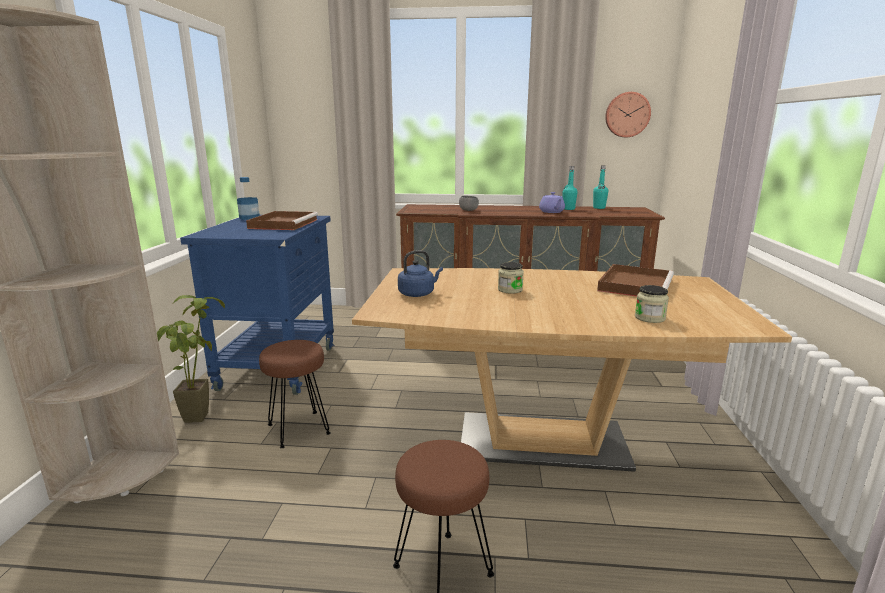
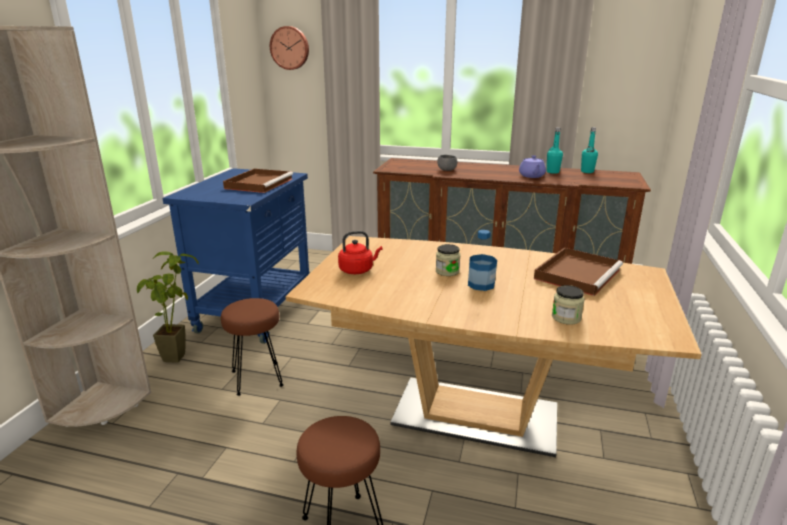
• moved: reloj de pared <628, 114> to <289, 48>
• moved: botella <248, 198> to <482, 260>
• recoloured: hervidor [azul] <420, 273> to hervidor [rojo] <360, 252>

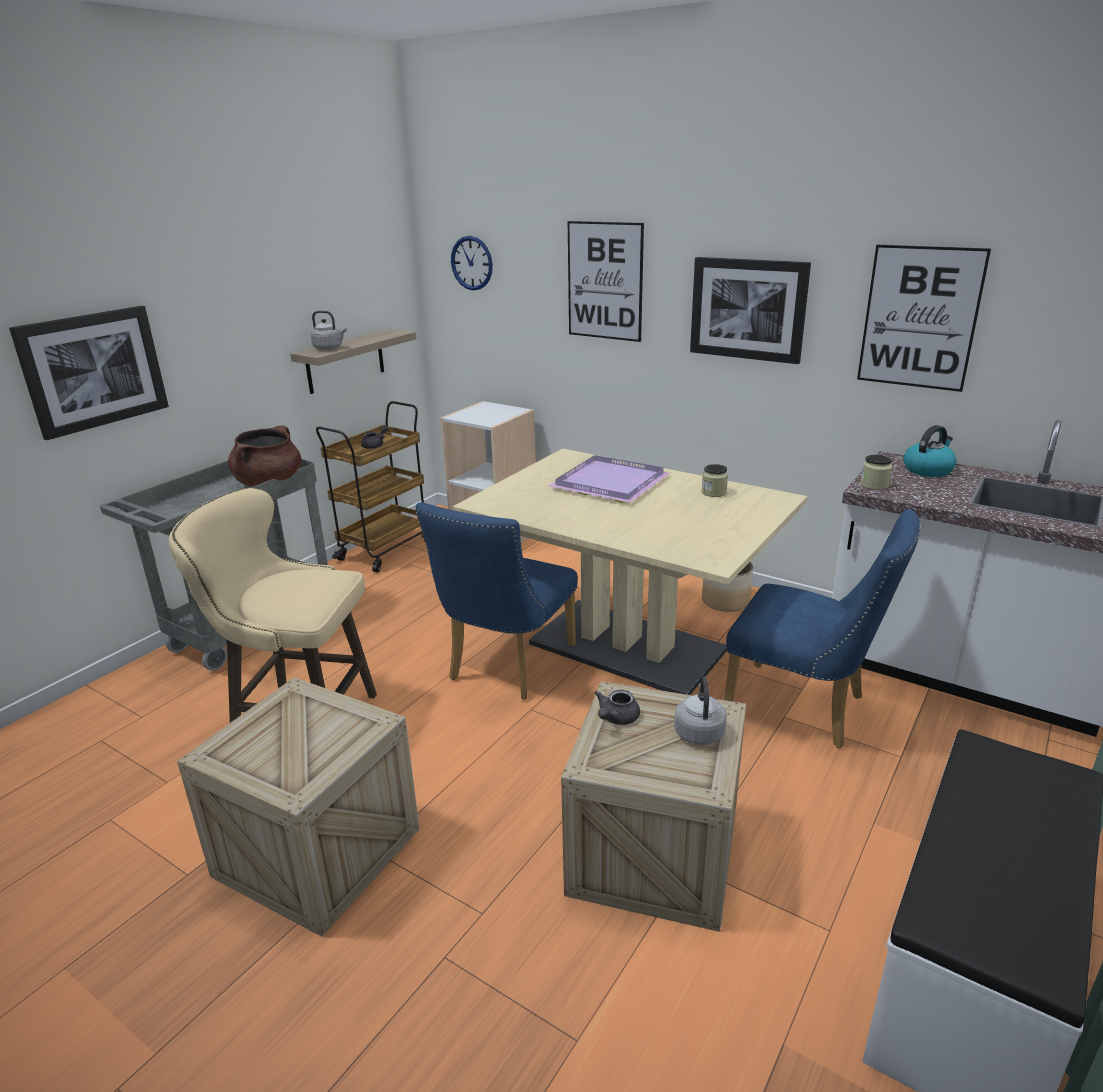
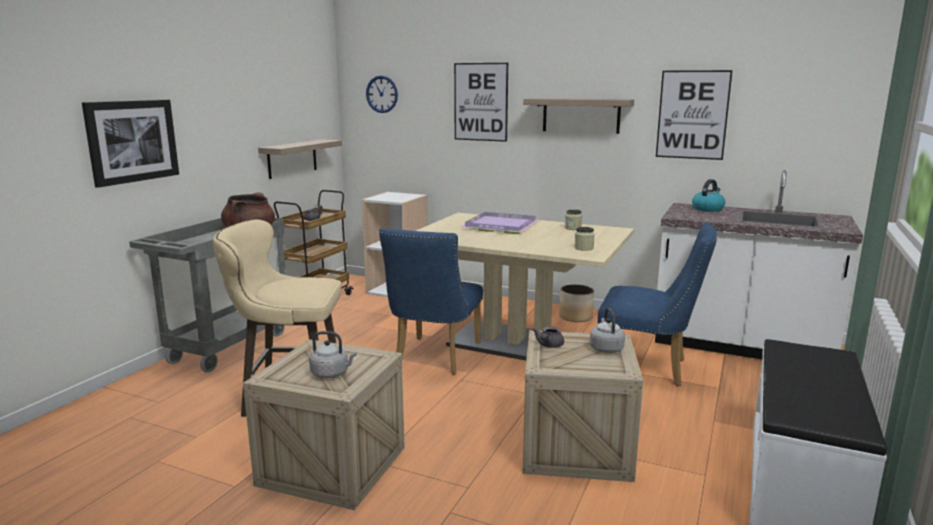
• replaced: cuadro <750, 310> to estante <578, 116>
• moved: hervidor [gris] <328, 330> to <333, 354>
• moved: tarro <876, 472> to <584, 239>

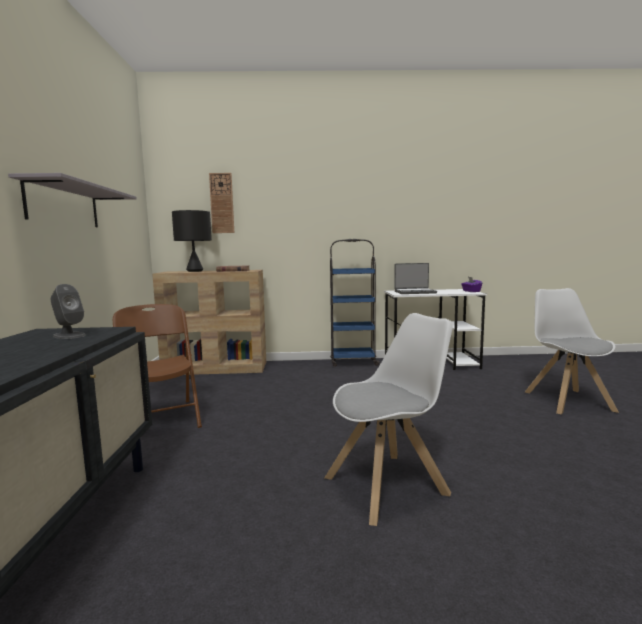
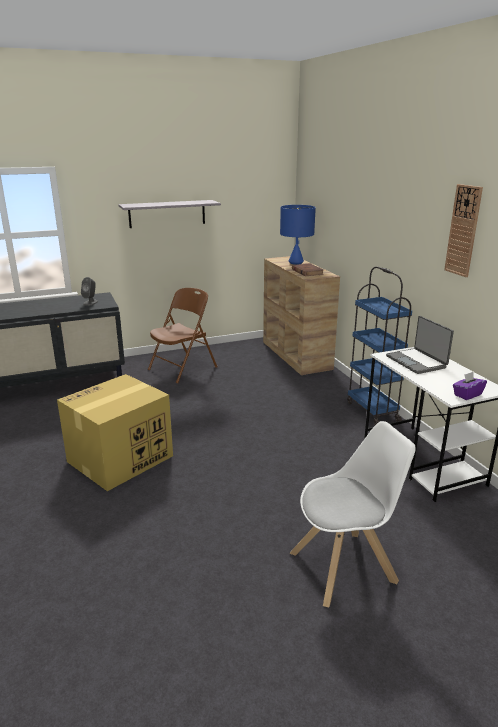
• moved: reloj de pared <221, 203> to <463, 230>
• recoloured: lámpara de mesa [negro] <192, 241> to lámpara de mesa [azul] <298, 235>
• replaced: silla <388, 419> to caja de cartón <115, 432>

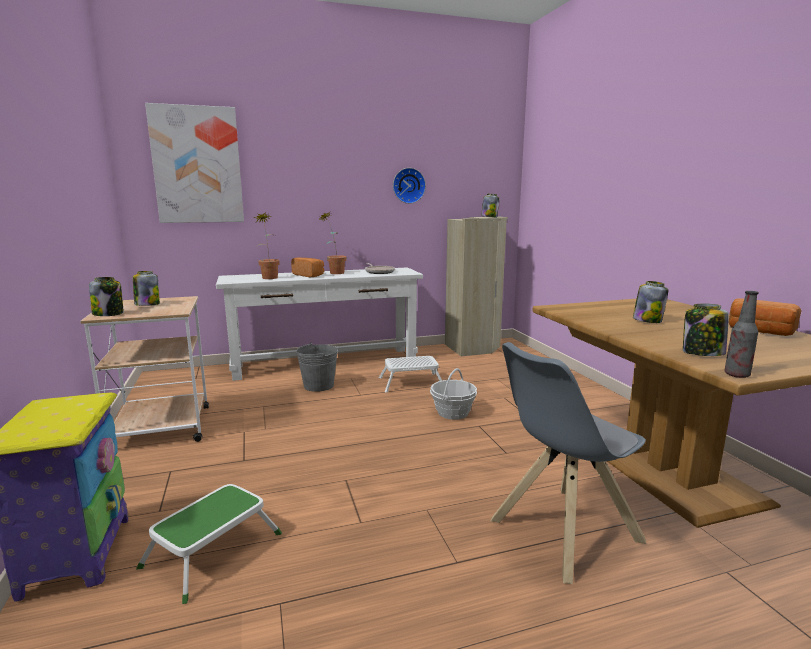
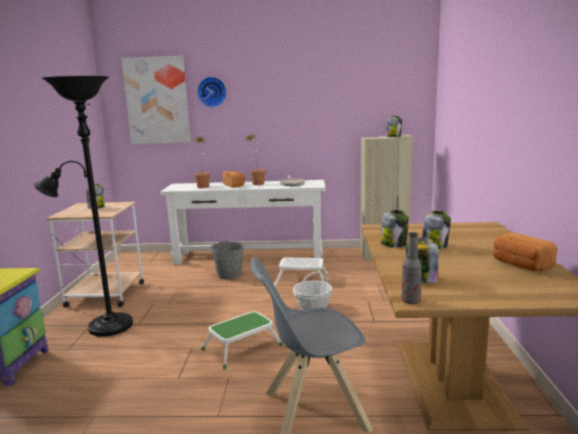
• moved: reloj de pared <409, 186> to <212, 92>
• moved: tarro <106, 296> to <394, 228>
• moved: escalera de tijera [verde] <209, 544> to <242, 340>
• added: lámpara de pie [negro] <83, 206>

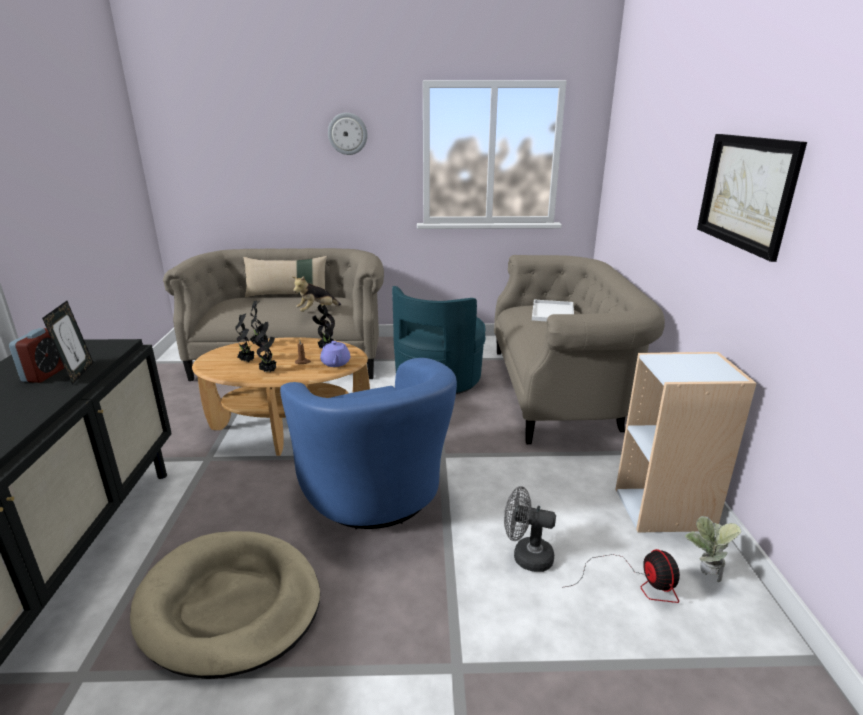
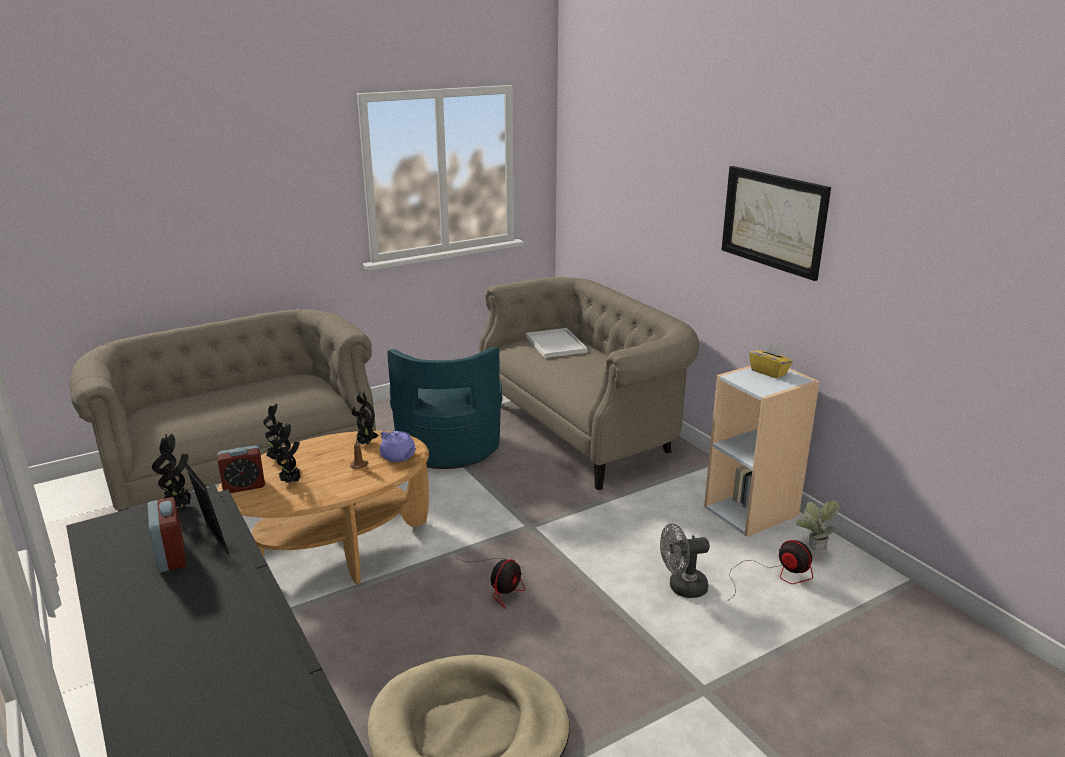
• removed: reloj de pared <347, 134>
• removed: cojín [beis] <285, 277>
• removed: peluche <316, 294>
• moved: planta en maceta <265, 347> to <172, 471>
• replaced: sillón [azul] <368, 443> to ventilador <491, 583>
• added: caja de pañuelos [amarillo] <771, 360>
• added: despertador <241, 469>

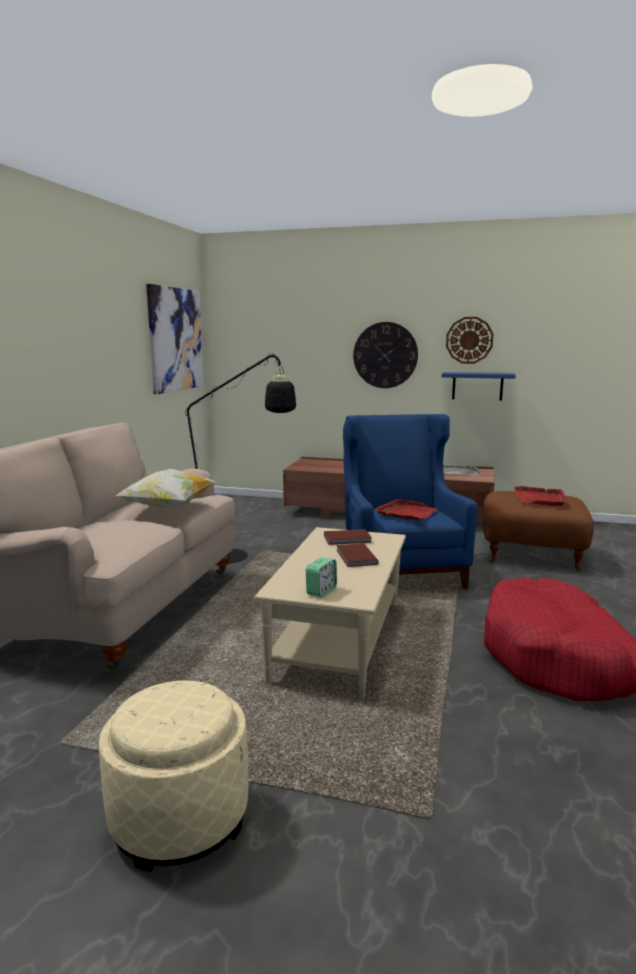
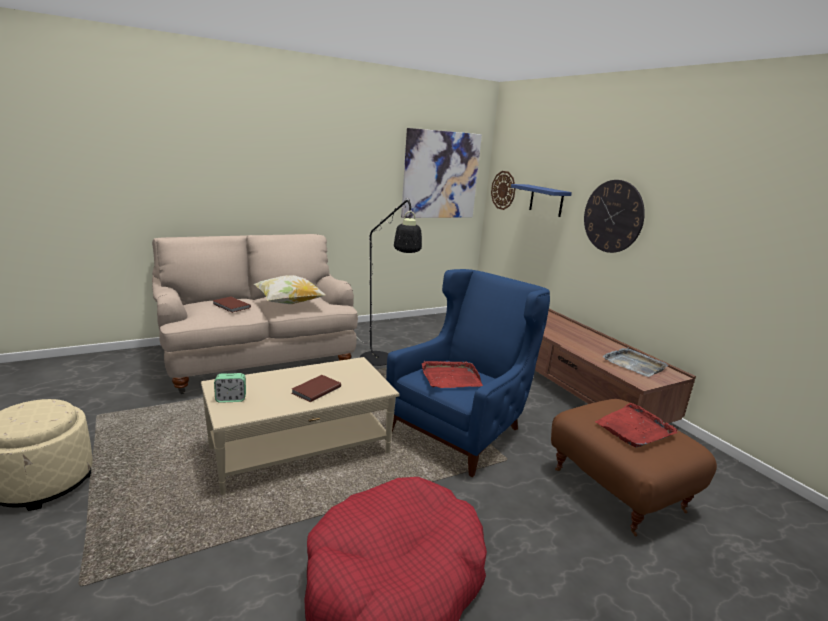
• moved: reloj de pared <469, 340> to <503, 190>
• moved: estante [azul] <479, 386> to <541, 200>
• moved: libro [marrón] <348, 537> to <232, 305>

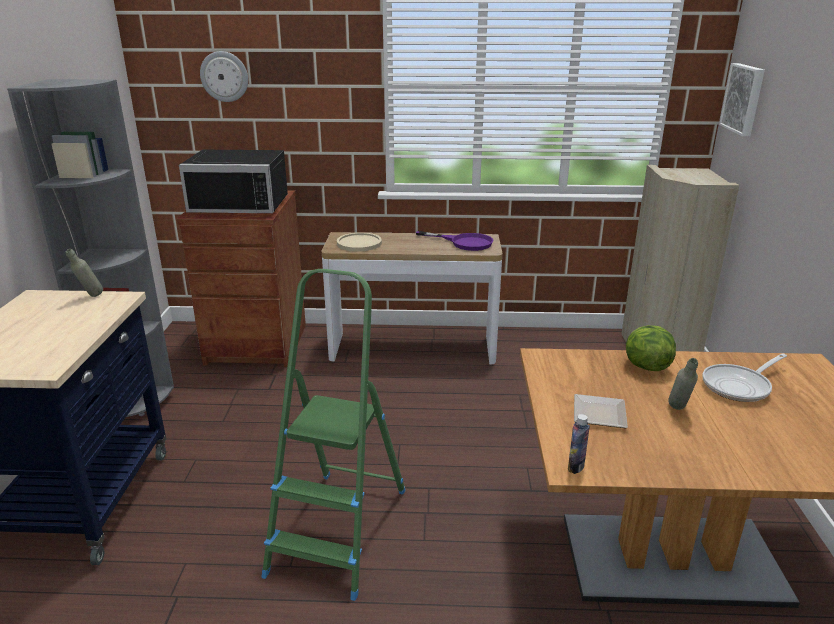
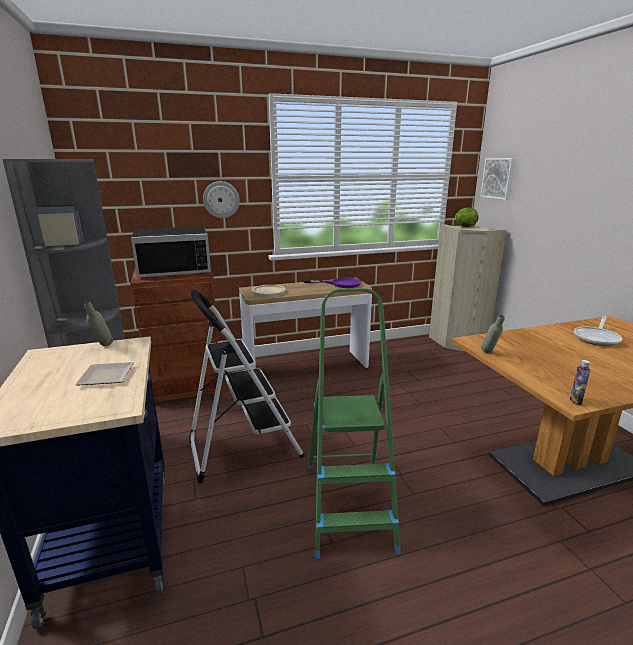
• moved: reloj de pared <224, 76> to <221, 199>
• moved: lechuga <651, 348> to <467, 217>
• moved: botella [gris] <683, 384> to <493, 334>
• moved: plato <601, 411> to <104, 374>
• added: escalera de tijera <247, 387>

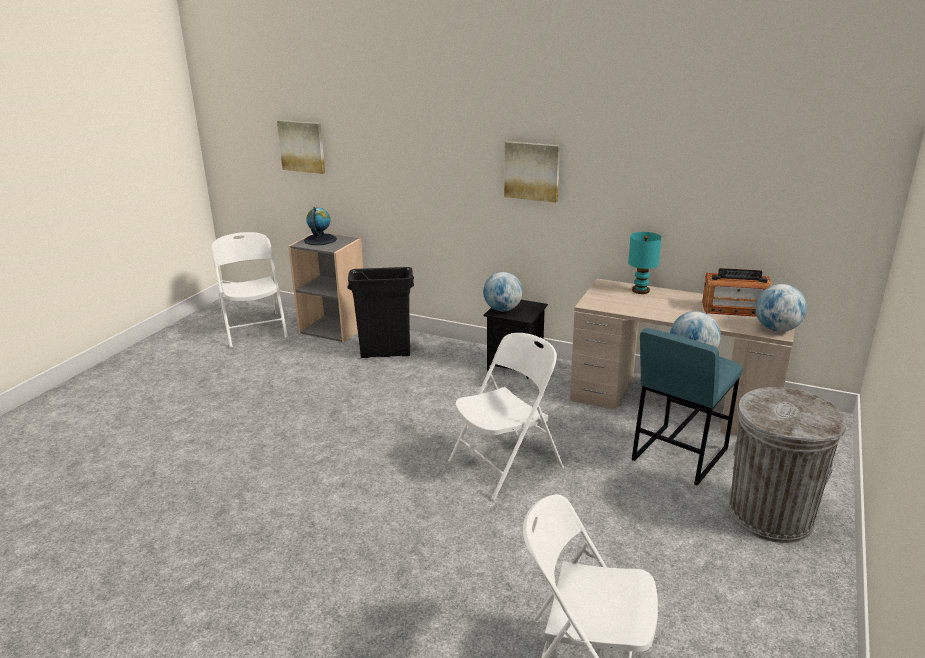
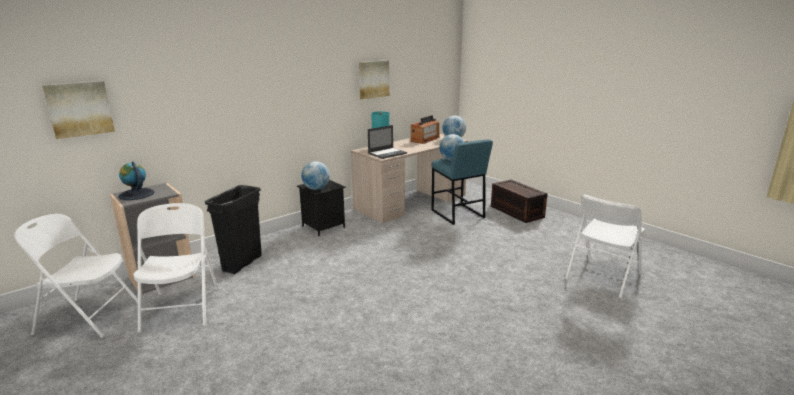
• moved: cuadro <532, 171> to <374, 79>
• moved: silla [blanco] <506, 417> to <176, 268>
• replaced: papelera [gris] <787, 465> to caja de almacenaje [marrón] <519, 201>
• added: portátil <387, 142>

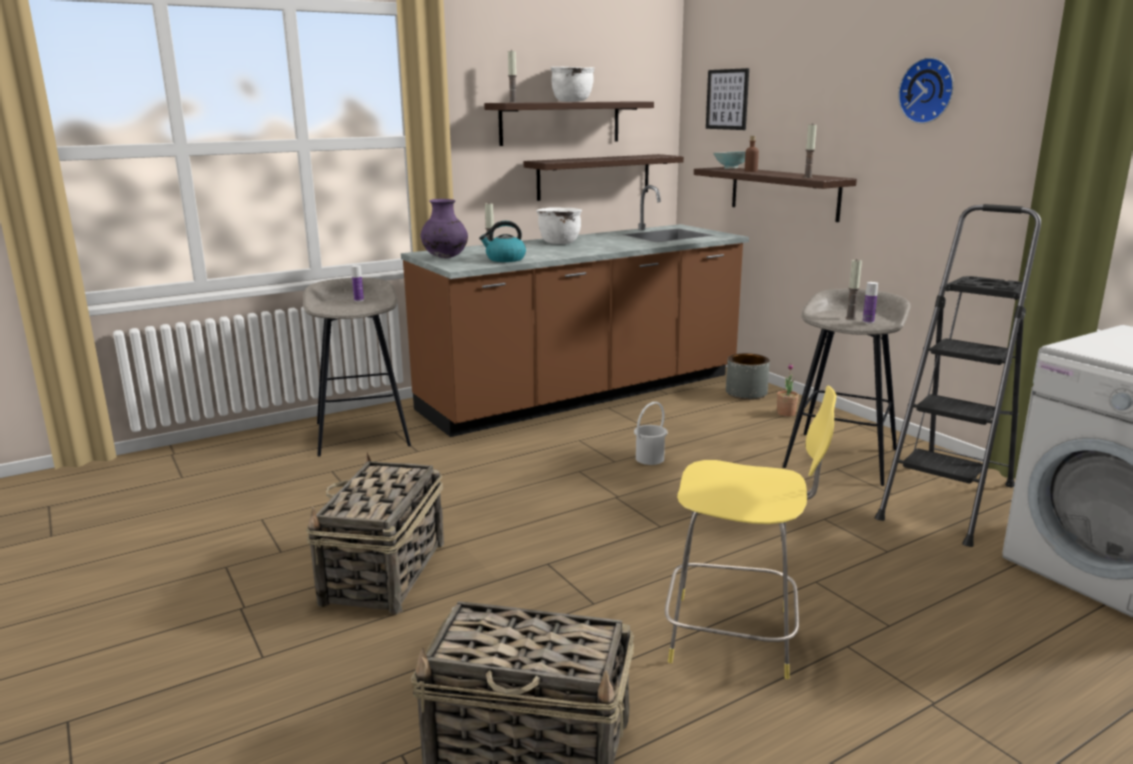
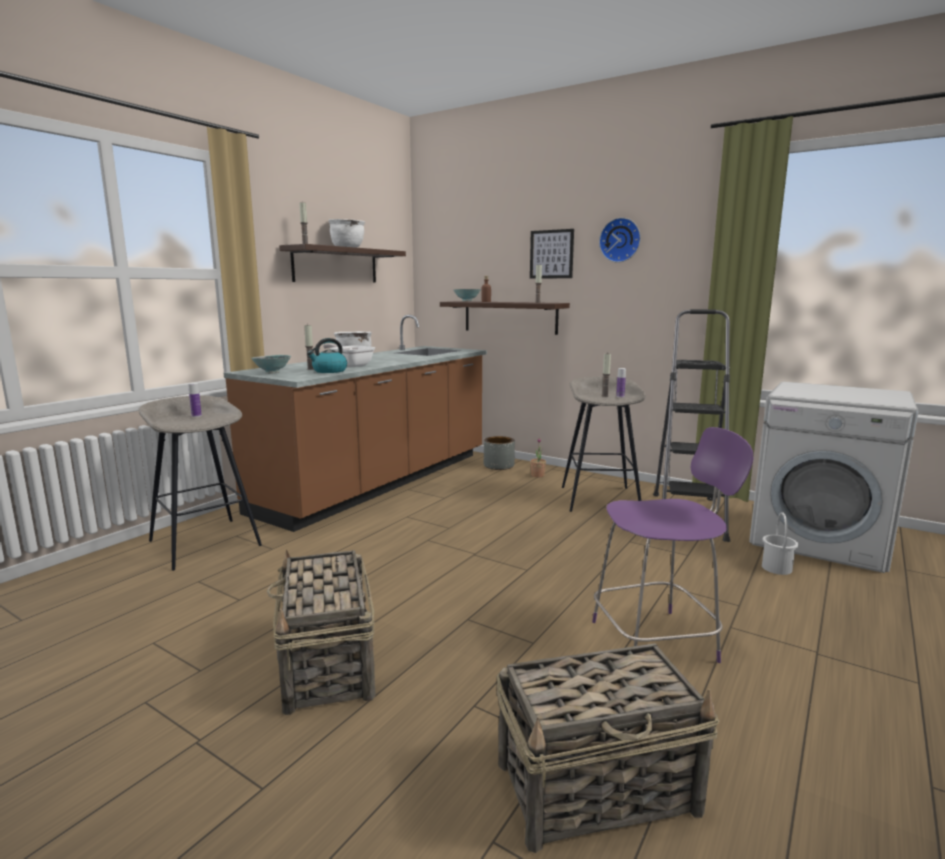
• moved: cuadro <727, 99> to <552, 254>
• removed: estante <604, 177>
• replaced: florero [morado] <444, 228> to cuenco <271, 364>
• recoloured: taburete [amarillo] <750, 532> to taburete [morado] <672, 545>
• moved: cubo [blanco] <650, 433> to <780, 543>
• added: sartén <349, 355>

